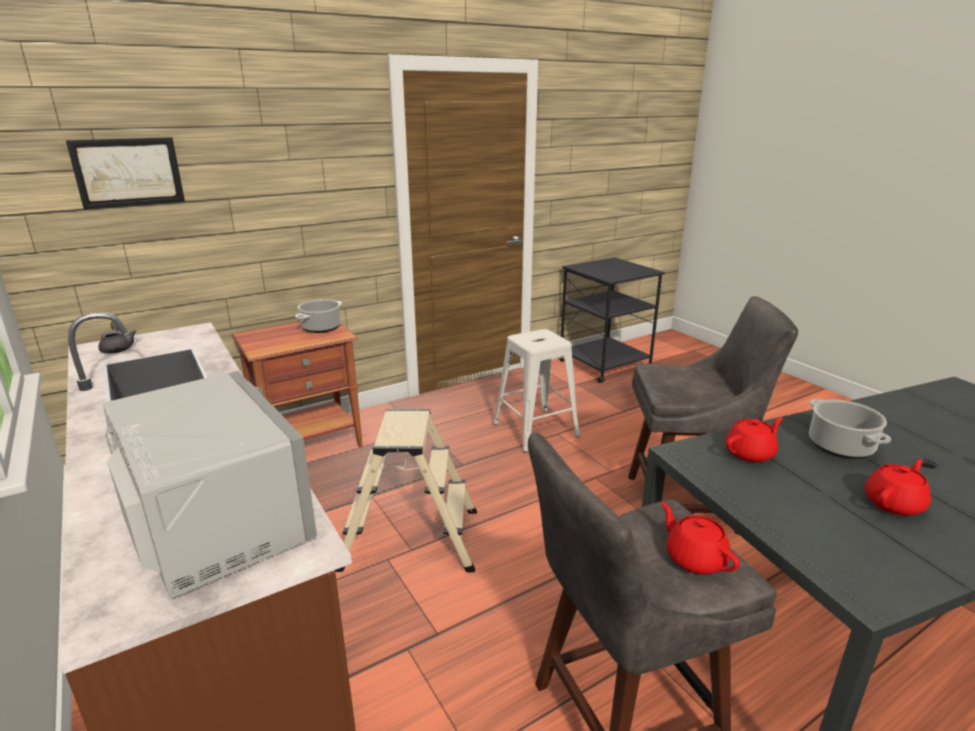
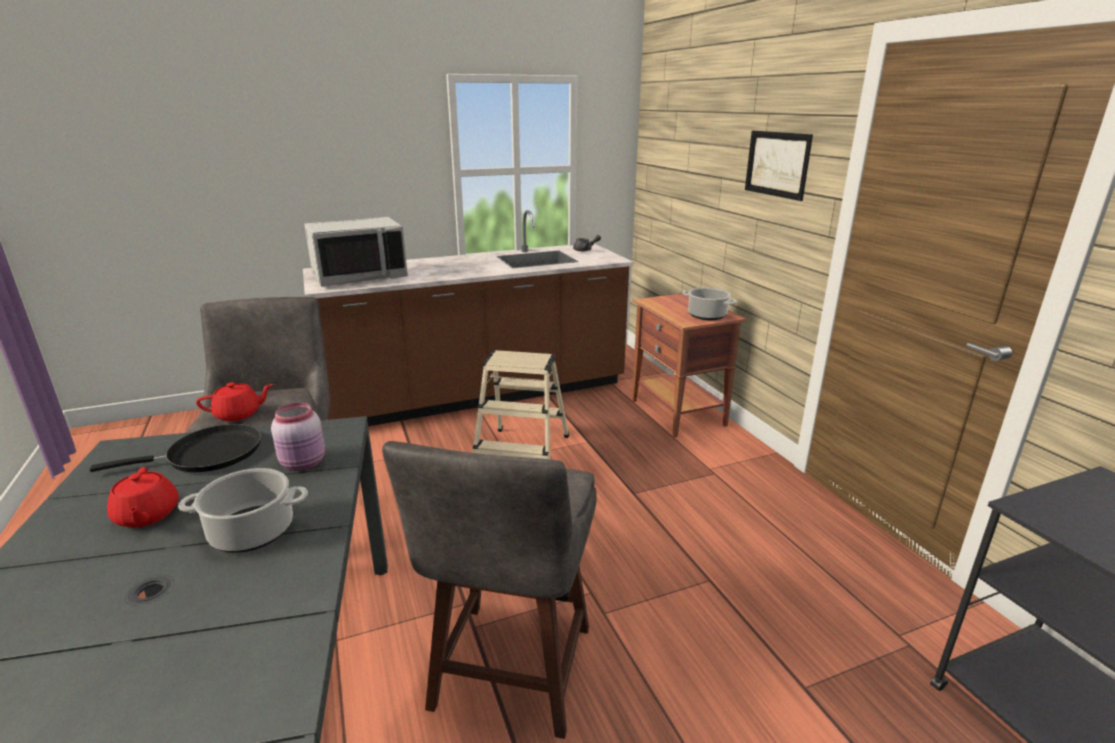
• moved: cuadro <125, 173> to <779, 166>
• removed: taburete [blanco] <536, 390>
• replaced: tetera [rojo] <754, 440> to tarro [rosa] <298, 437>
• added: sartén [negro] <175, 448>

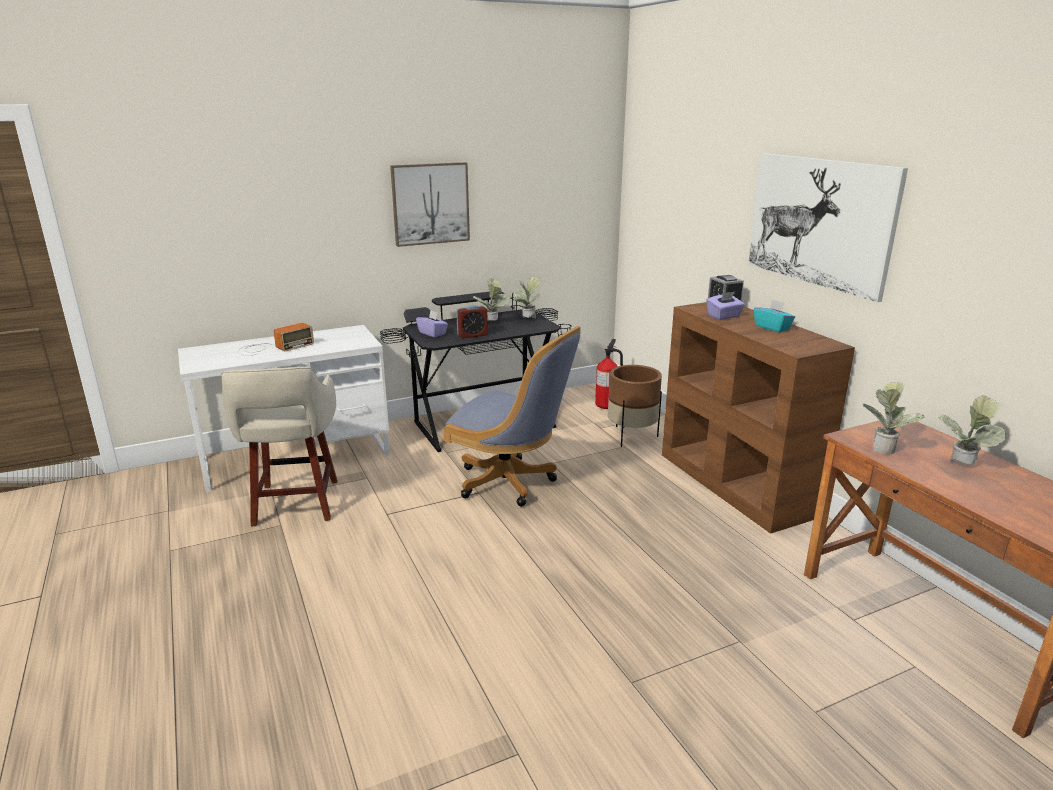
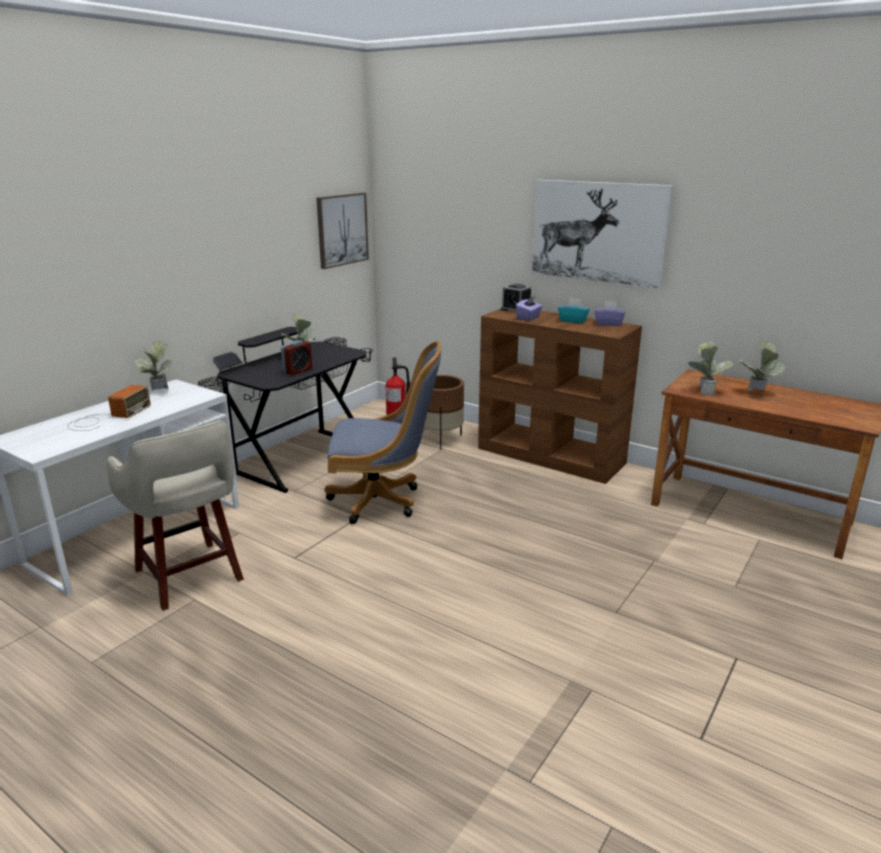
• moved: cuadro <430, 204> to <342, 231>
• moved: planta en maceta <527, 297> to <153, 365>
• moved: caja de pañuelos [morado] <432, 323> to <610, 313>

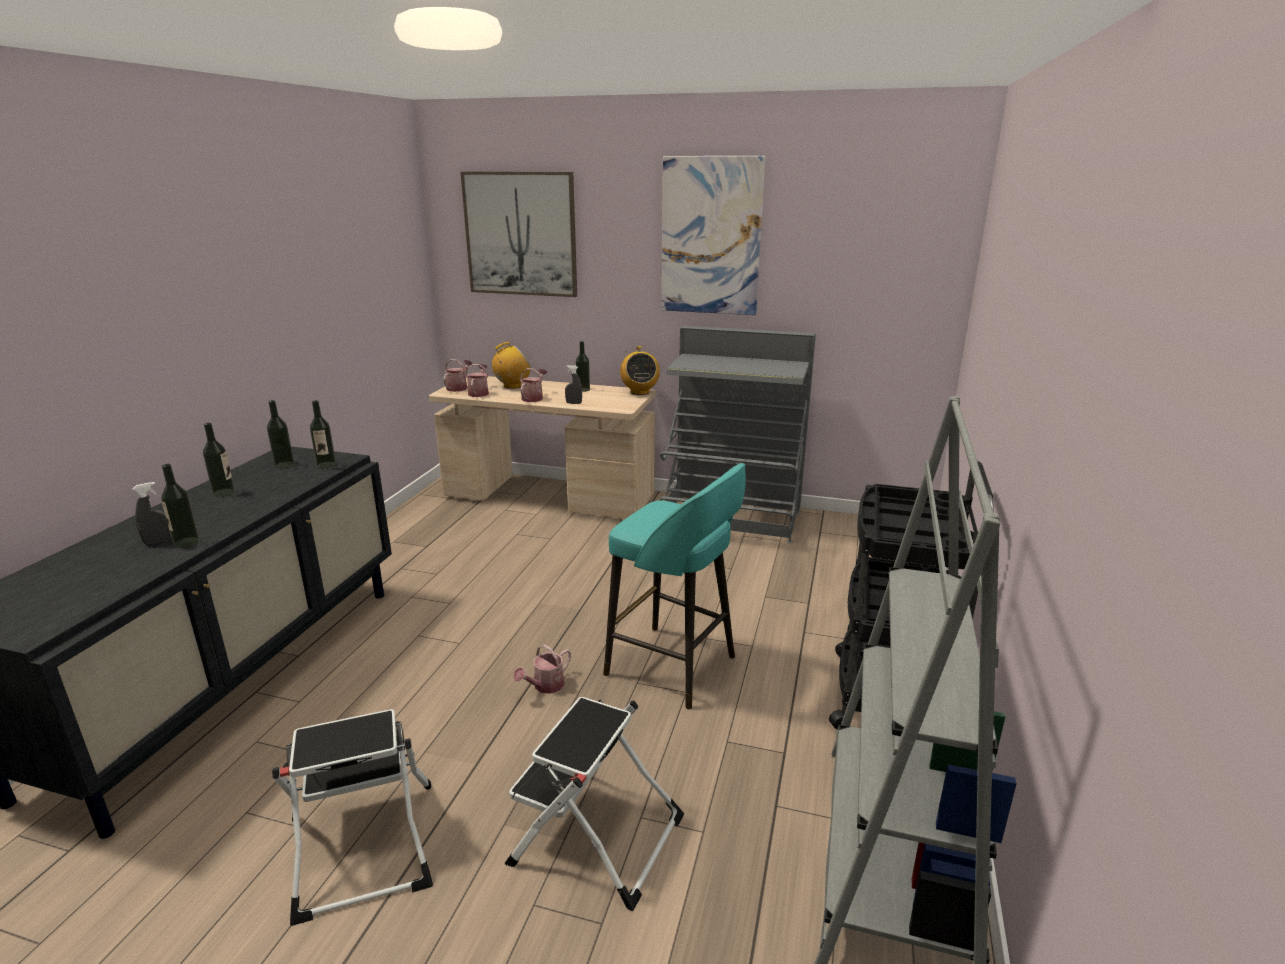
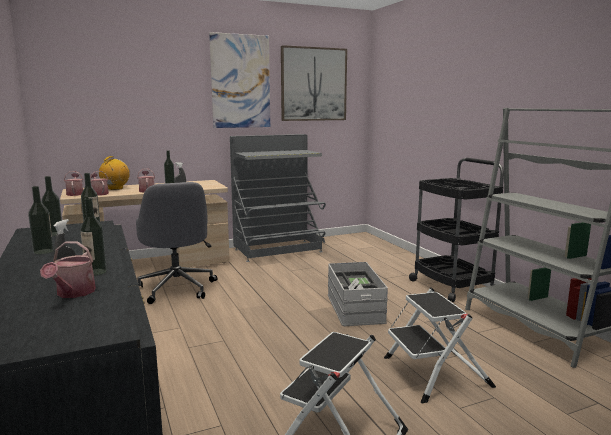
• moved: cuadro <518, 234> to <314, 83>
• removed: radio <640, 370>
• replaced: taburete [turquesa] <674, 586> to caja de almacenaje [gris] <358, 294>
• moved: regadera <542, 669> to <68, 269>
• added: silla de oficina [gris] <176, 243>

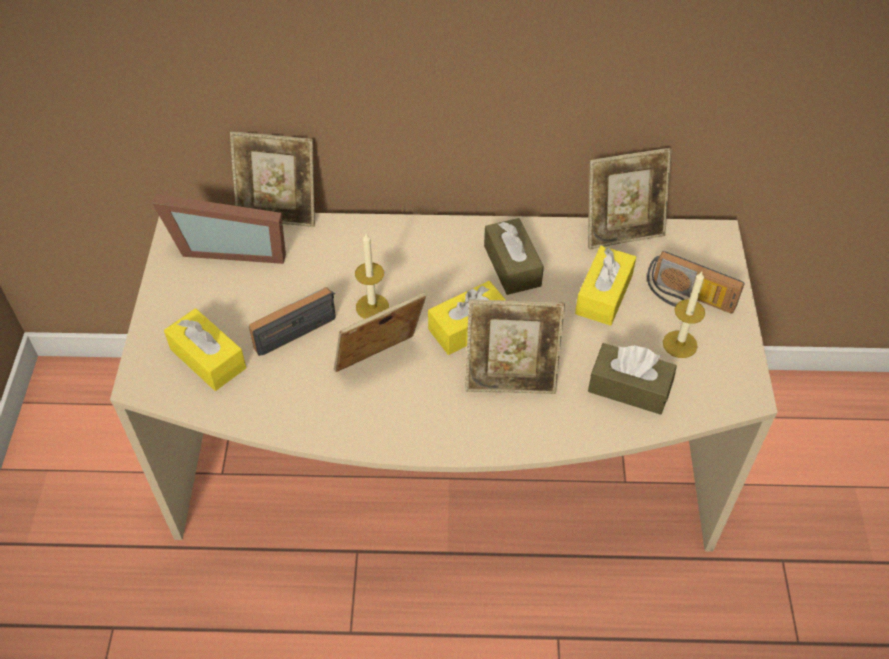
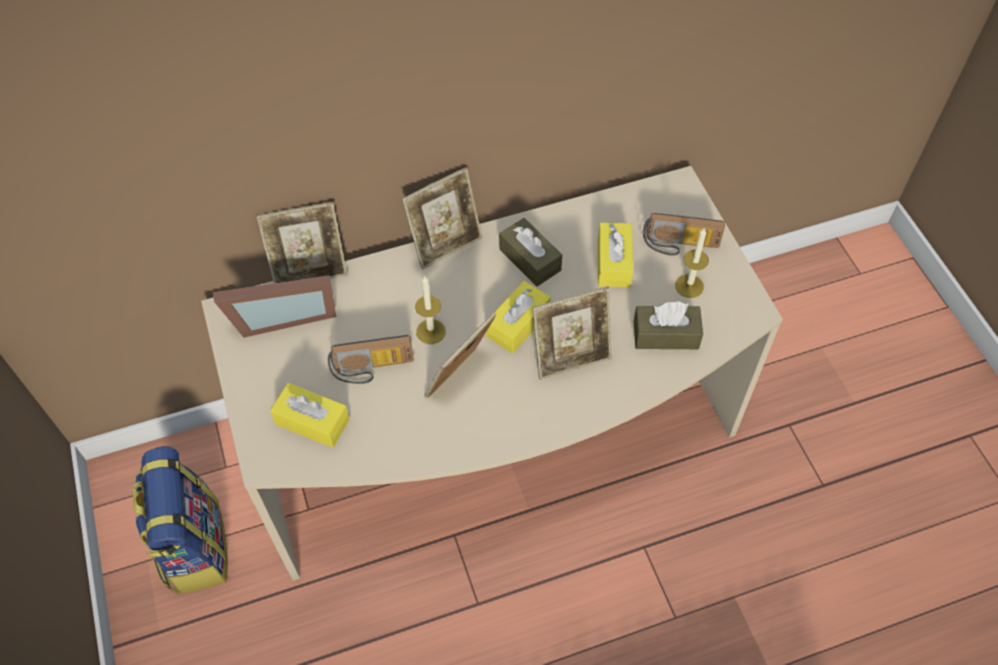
• moved: portarretratos <630, 198> to <442, 218>
• turned: radio <292, 321> = <371, 359> 135 degrees counterclockwise
• added: mochila <180, 520>

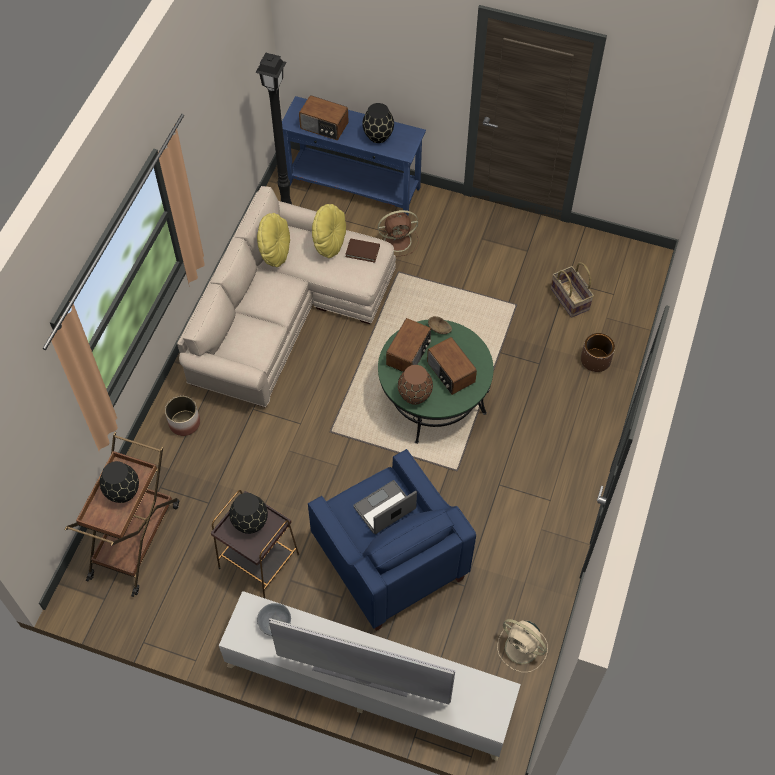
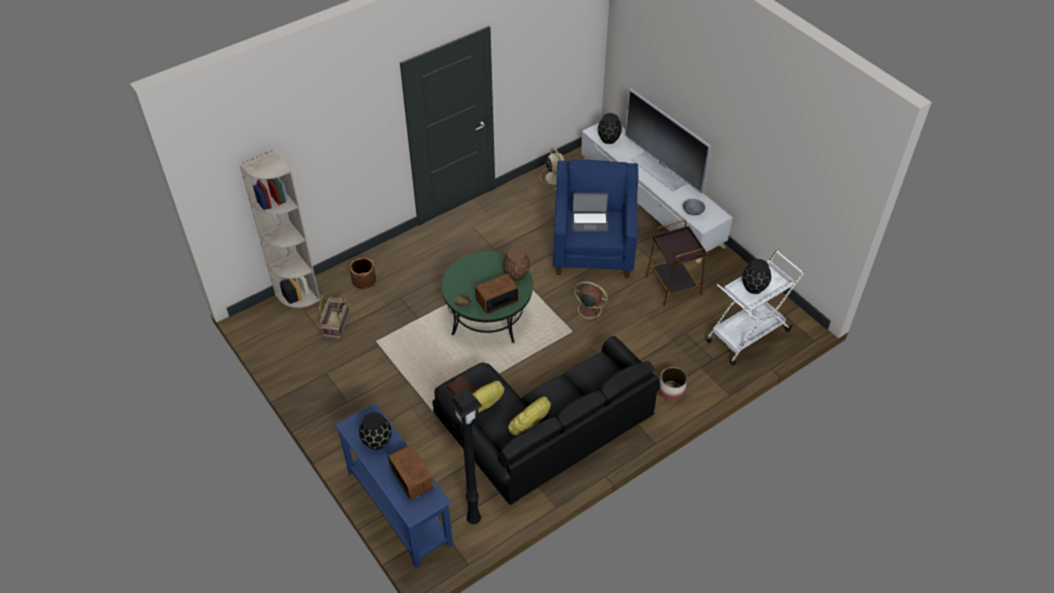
• recoloured: sofá [beis] <286, 296> to sofá [negro] <546, 420>
• moved: ventilador [marrón] <398, 233> to <590, 301>
• removed: radio <452, 366>
• recoloured: carrito [marrón] <121, 514> to carrito [blanco] <755, 307>
• moved: florero [negro] <248, 513> to <610, 128>
• added: estantería [beis] <280, 229>

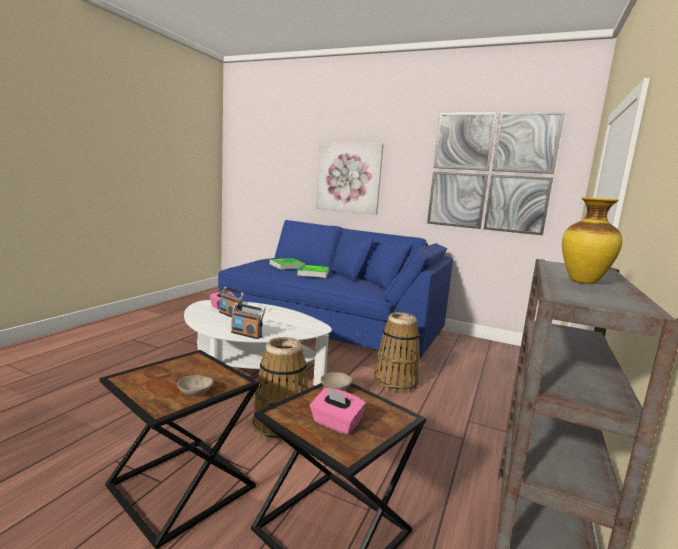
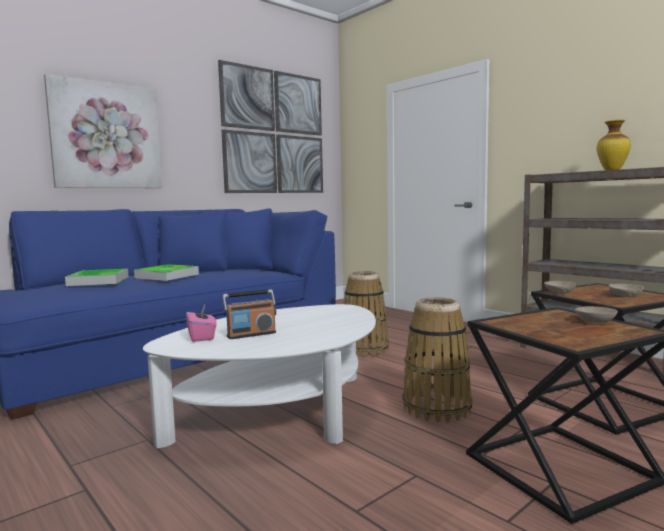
• removed: radio <248, 321>
• replaced: caja de pañuelos [rosa] <338, 411> to cuenco [beis] <626, 290>

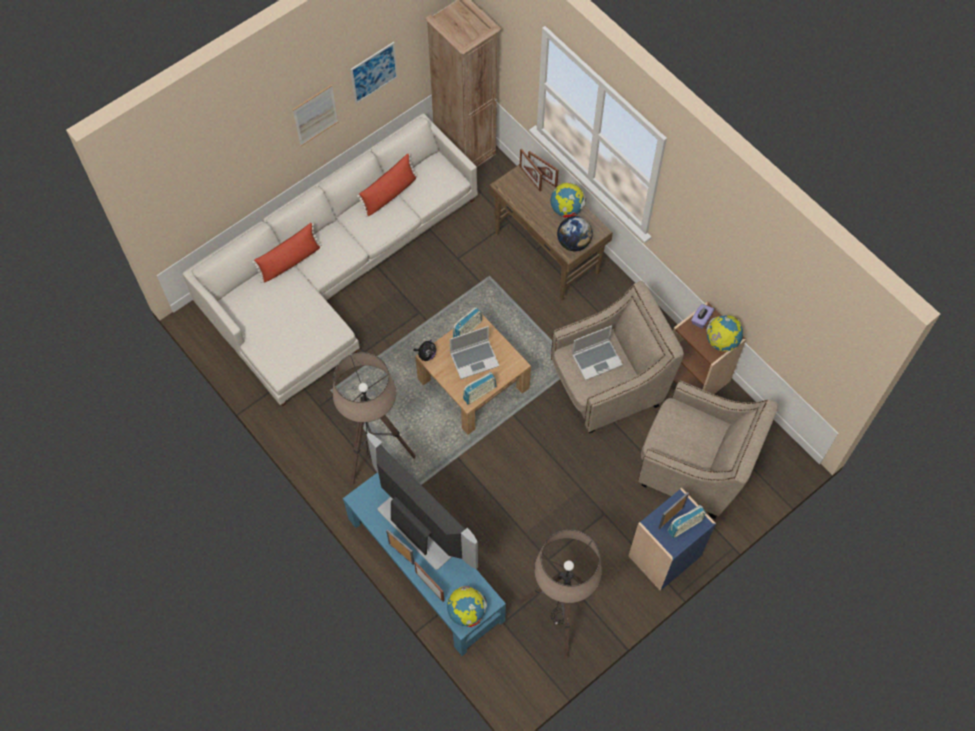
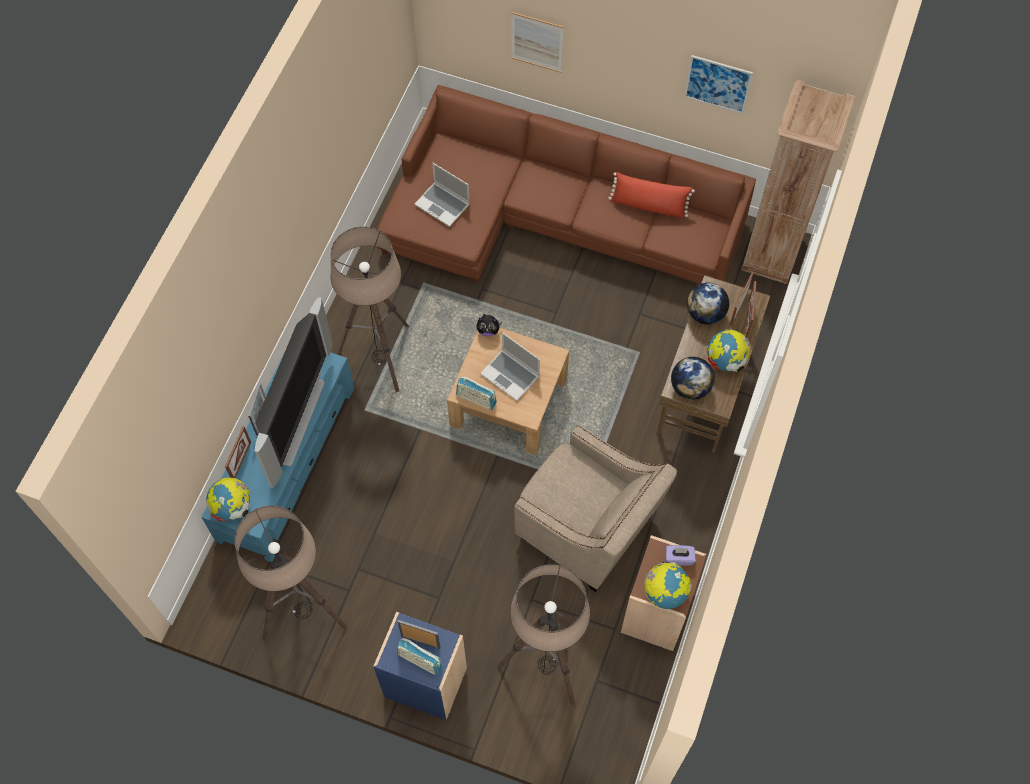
• moved: cuadro <315, 115> to <538, 42>
• recoloured: sofá [blanco] <330, 260> to sofá [marrón] <566, 184>
• removed: cojín [rojo] <286, 253>
• removed: radio <467, 322>
• moved: portátil <597, 352> to <442, 195>
• replaced: sillón [beis] <708, 450> to lámpara de pie <543, 635>
• added: globo terráqueo <708, 304>

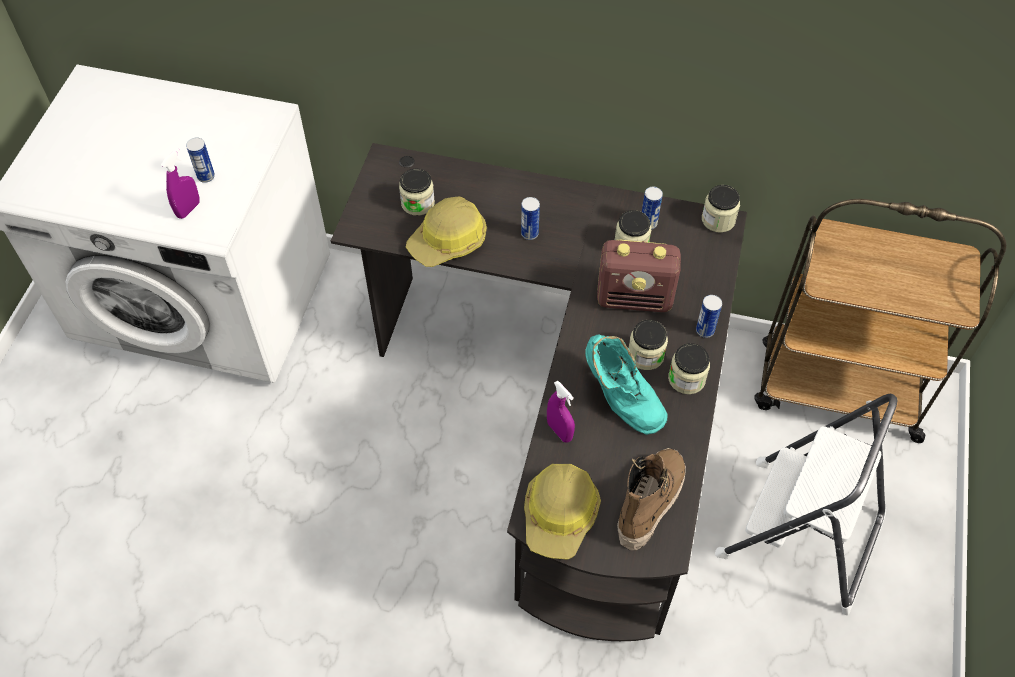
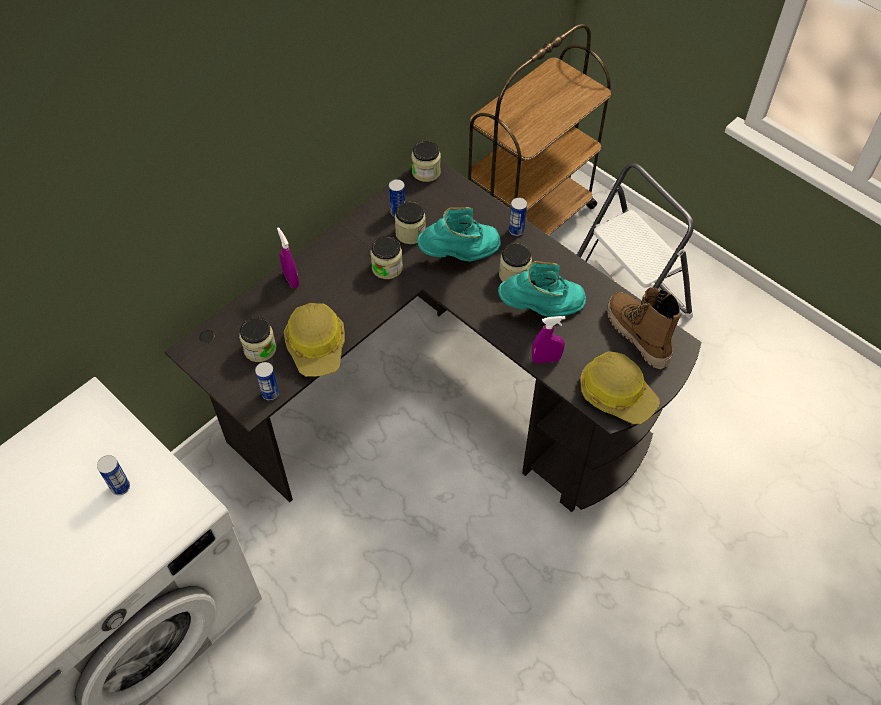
• moved: pulverizador [morado] <180, 183> to <288, 257>
• moved: lata <530, 218> to <267, 381>
• replaced: radio <639, 276> to bota [turquesa] <459, 234>
• moved: tarro <689, 368> to <386, 257>

